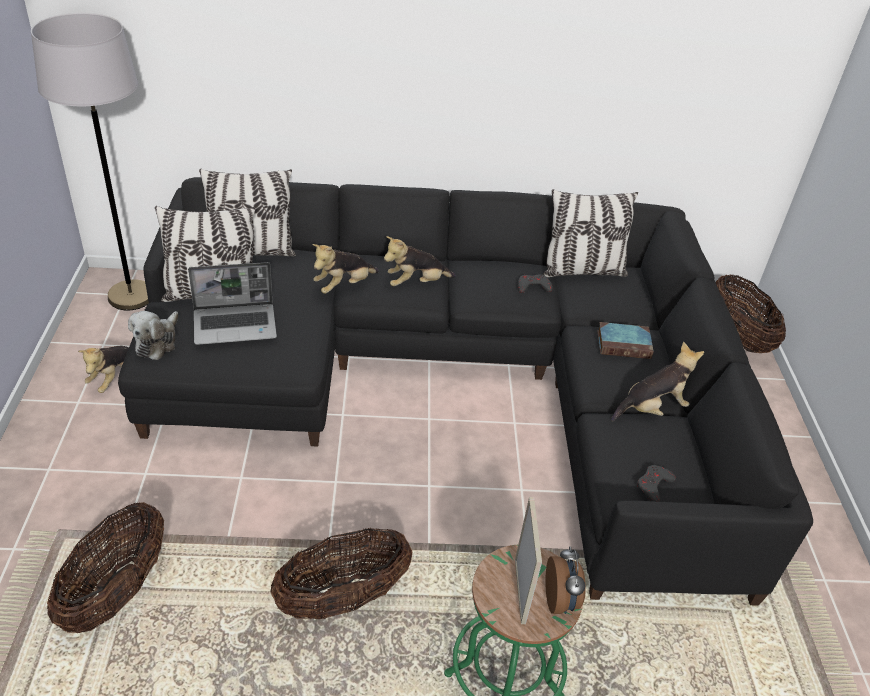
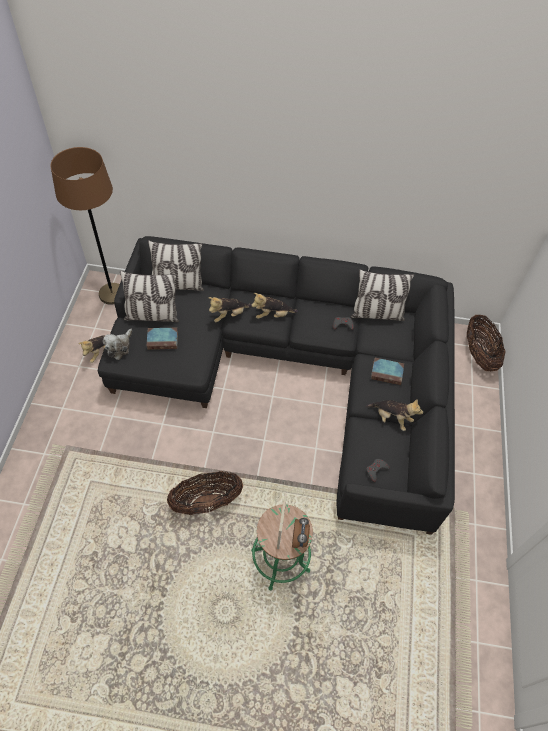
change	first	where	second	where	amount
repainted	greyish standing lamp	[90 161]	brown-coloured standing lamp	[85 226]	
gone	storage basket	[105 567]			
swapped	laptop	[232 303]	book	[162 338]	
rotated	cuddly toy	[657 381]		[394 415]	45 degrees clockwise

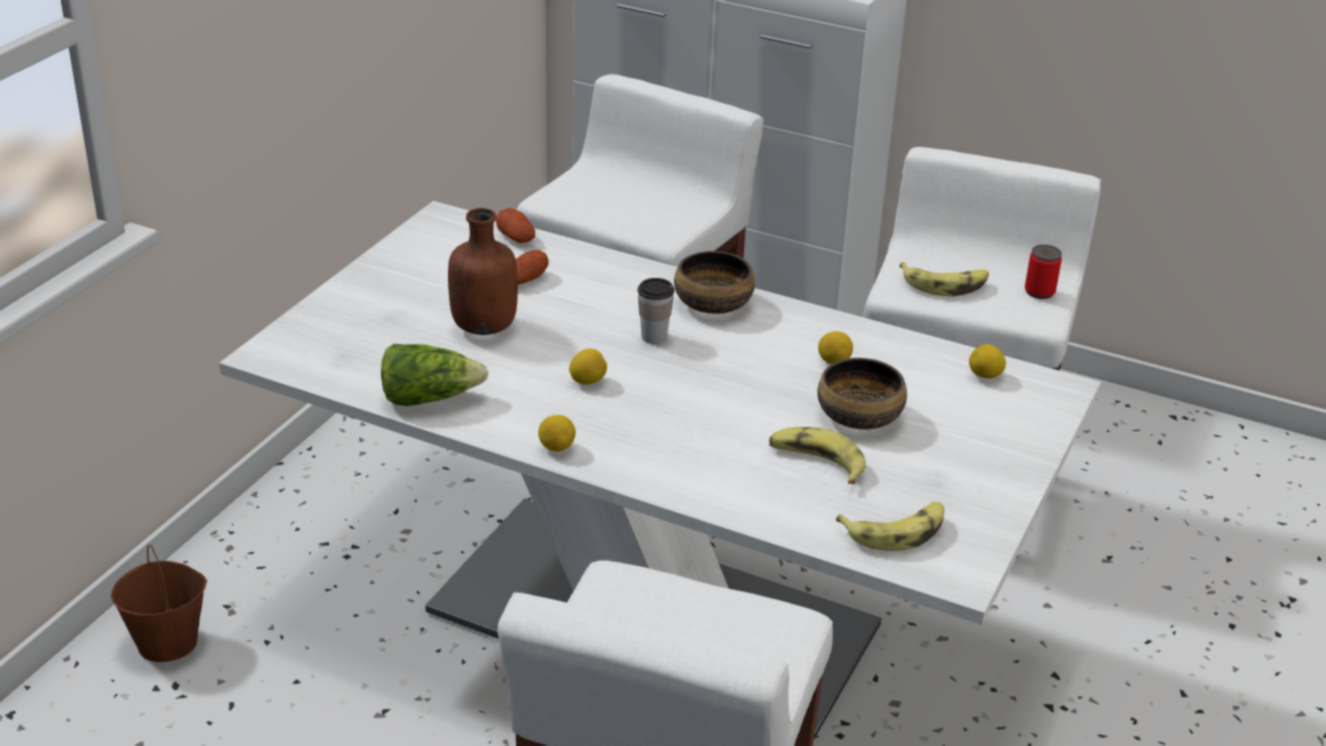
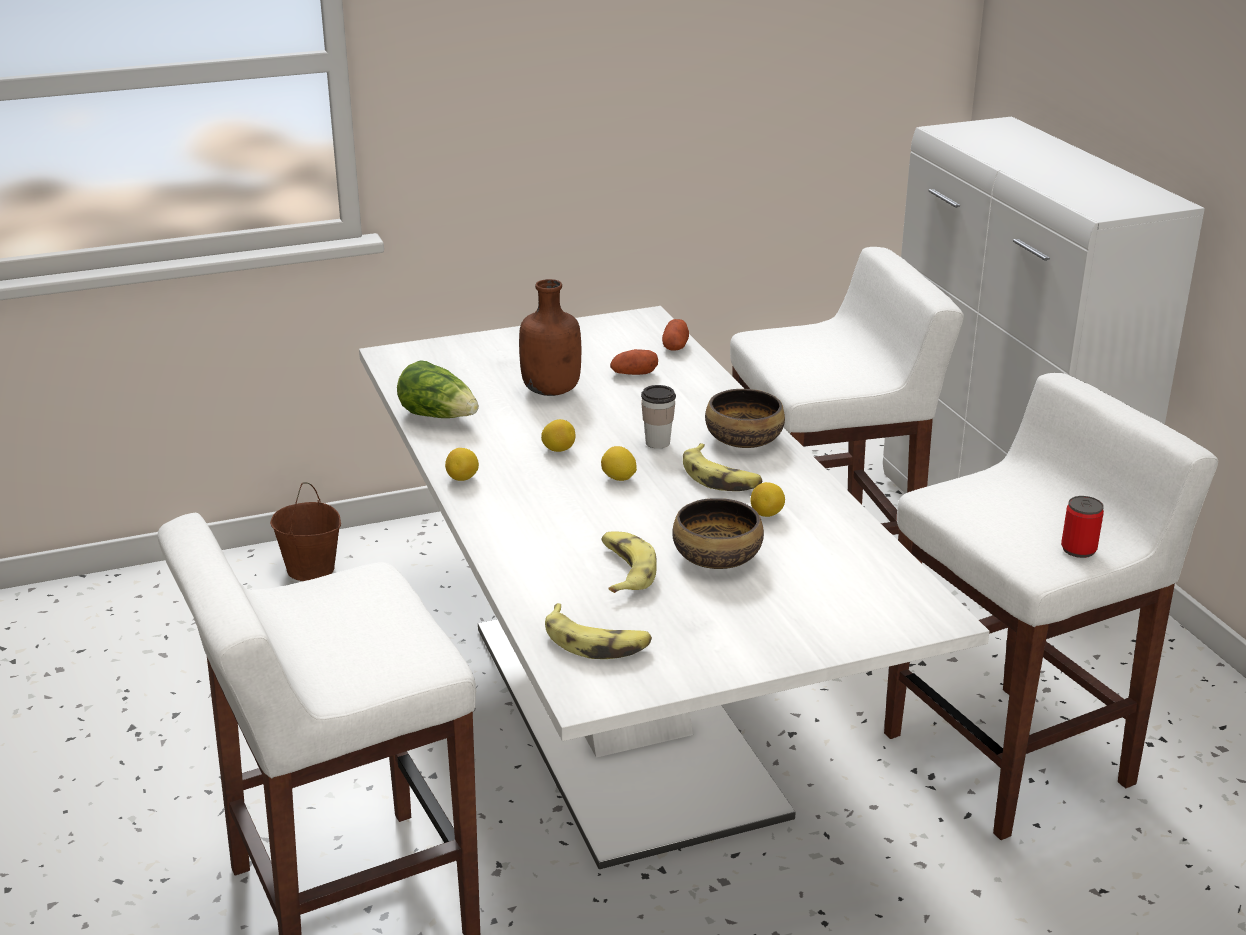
change	first	where	second	where	amount
shifted	whole banana	[944 279]		[722 467]	
shifted	whole lemon	[987 361]		[619 463]	

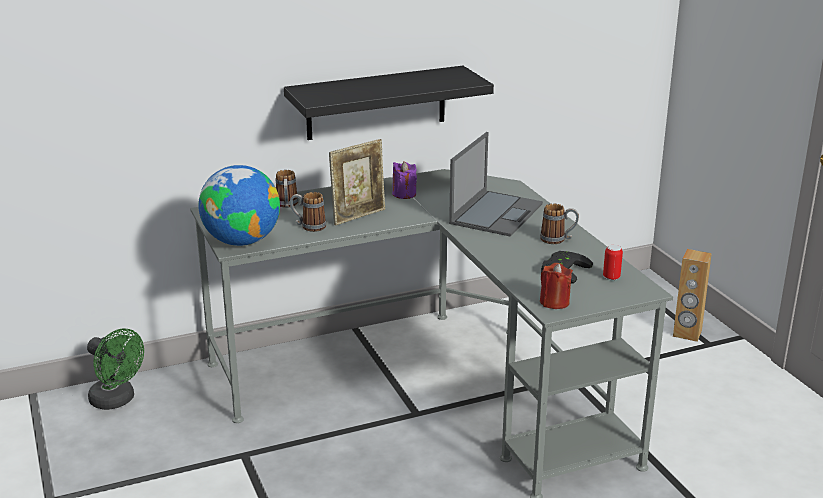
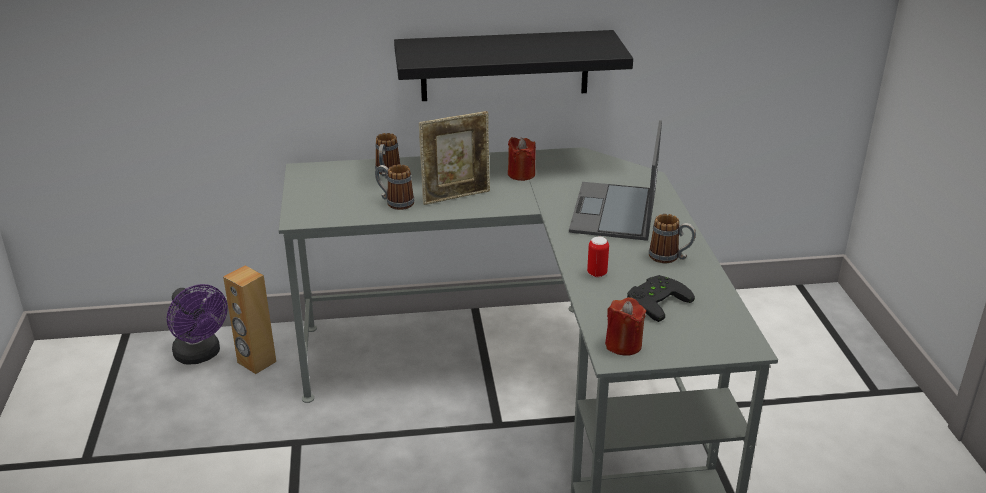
change	first	where	second	where	amount
repainted	green-coloured fan	[115 369]	purple-coloured fan	[197 324]	
gone	desk globe	[239 205]			
repainted	purple-coloured wax candle	[404 180]	red wax candle	[522 159]	
rotated	laptop	[496 184]		[615 180]	150 degrees clockwise
shifted	can	[613 262]		[598 257]	
shifted	brown-coloured audio speaker	[692 295]		[249 319]	

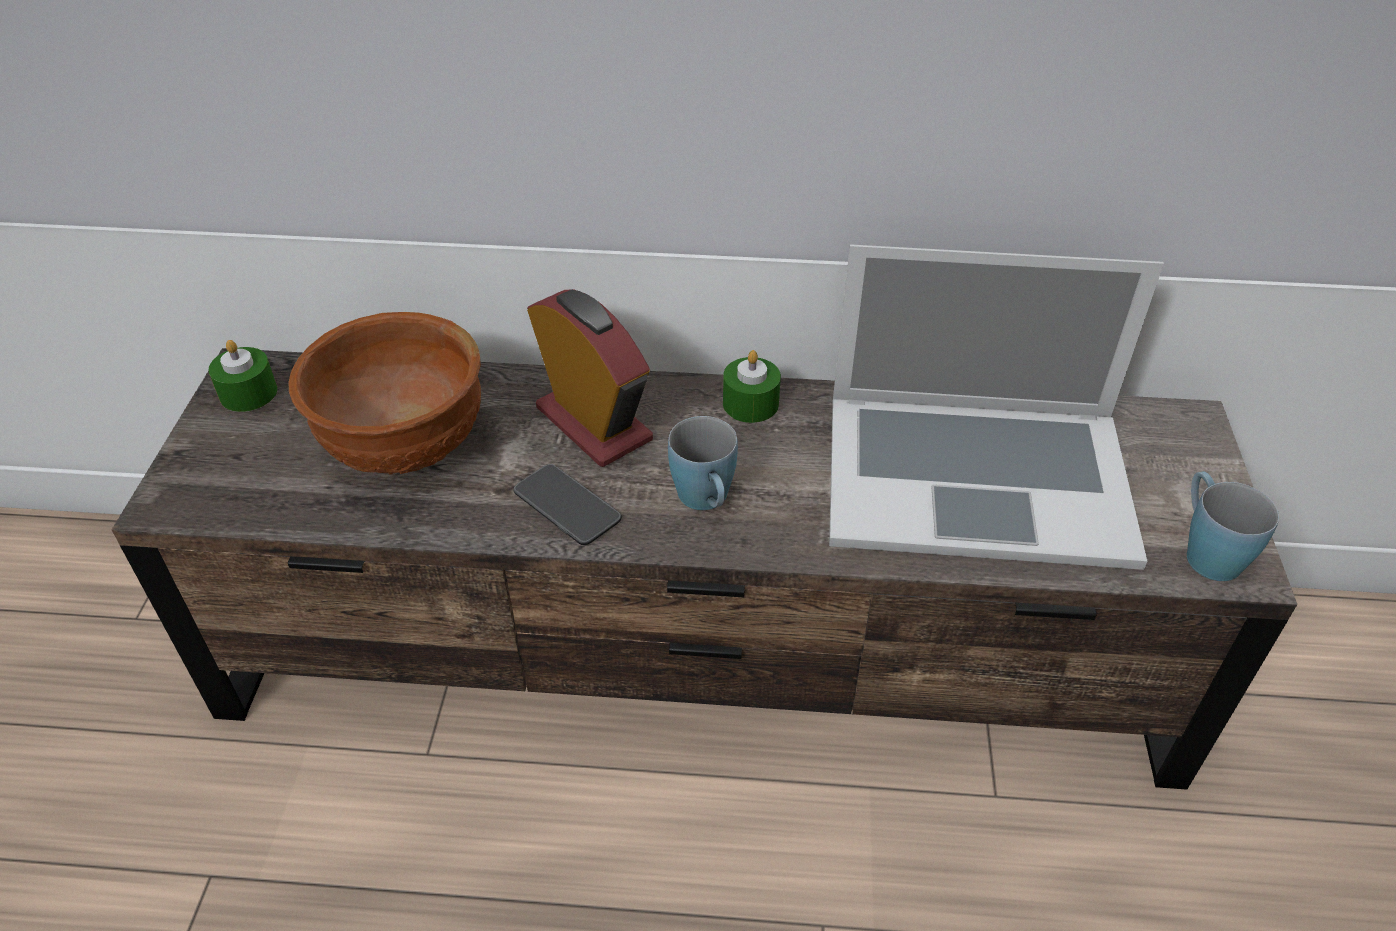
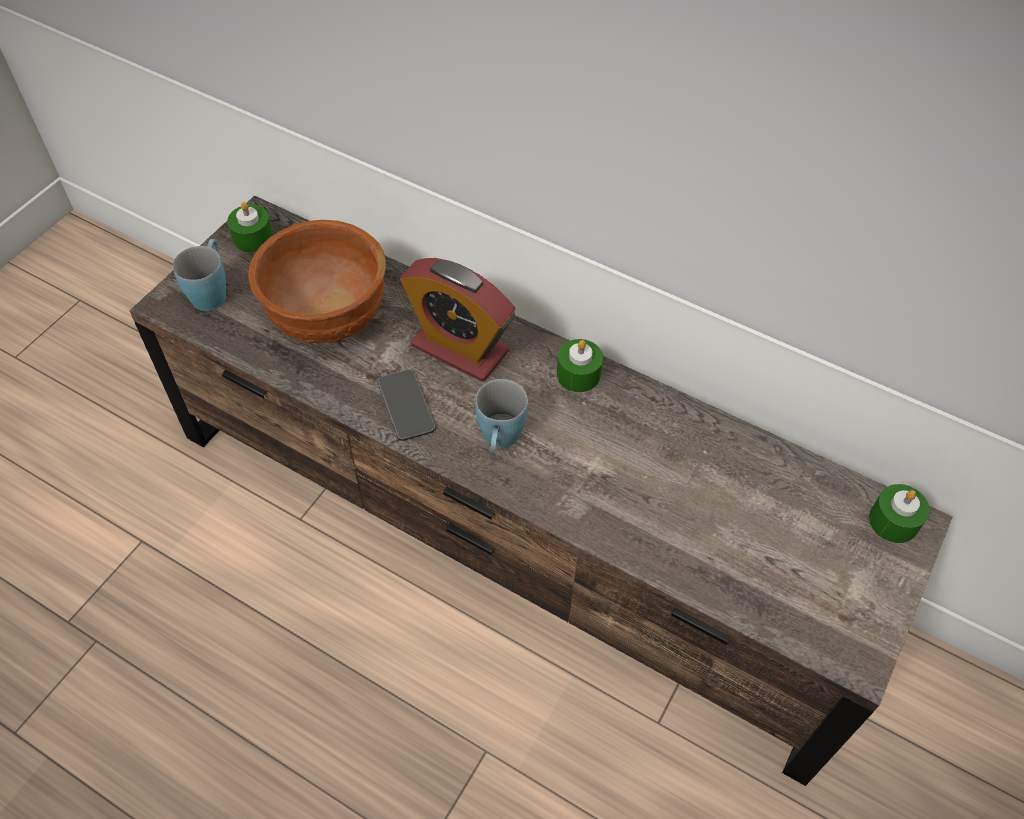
change	first	where	second	where	amount
rotated	bedside clock	[590 378]		[457 320]	135 degrees clockwise
gone	laptop	[996 407]			
shifted	blue-coloured mug	[1233 526]		[199 275]	
new			green-coloured wax candle	[899 513]	

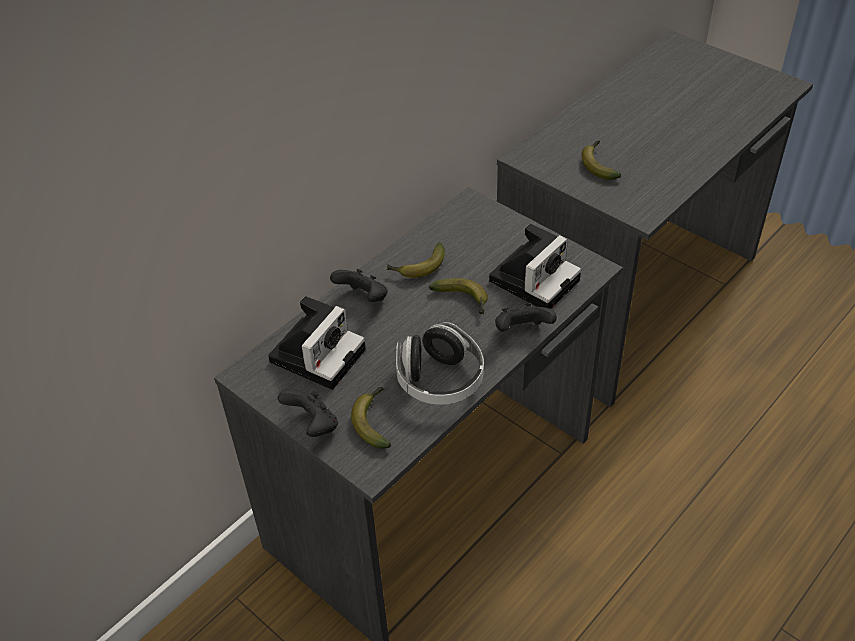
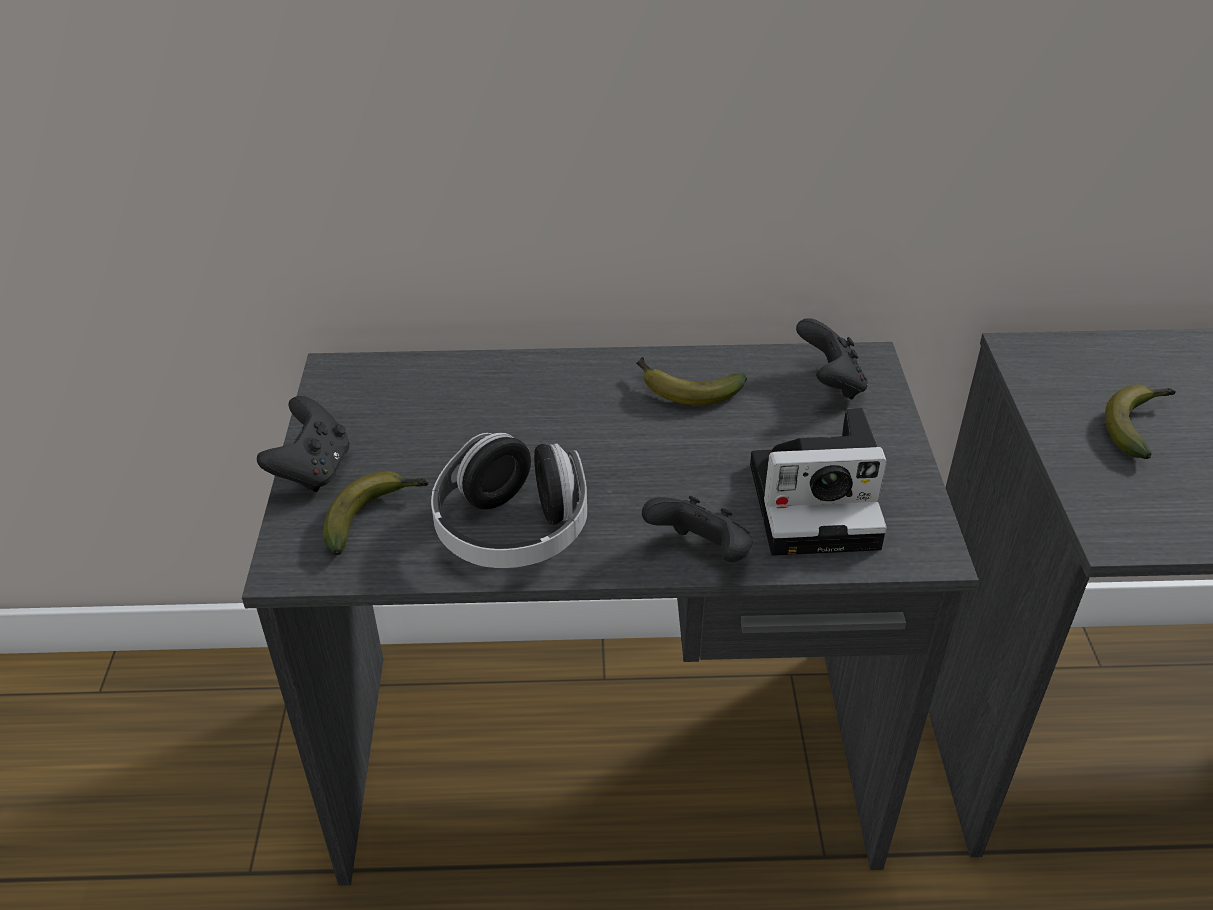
change	first	where	second	where	amount
gone	photo camera	[317 343]			
shifted	black gamepad	[359 285]		[832 358]	
gone	whole banana	[458 296]			

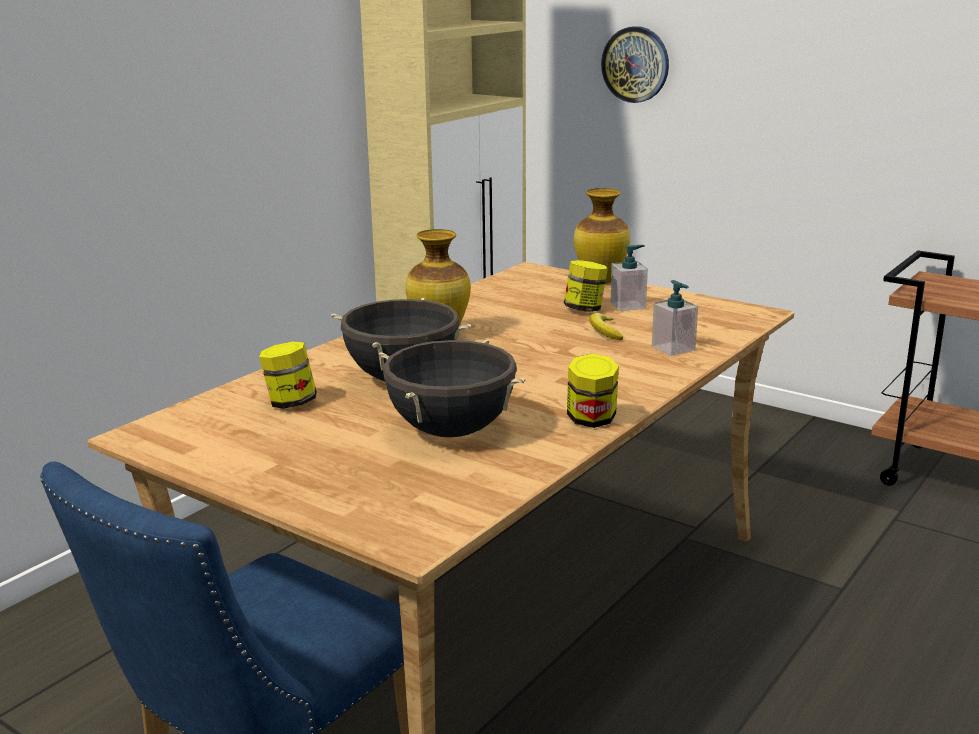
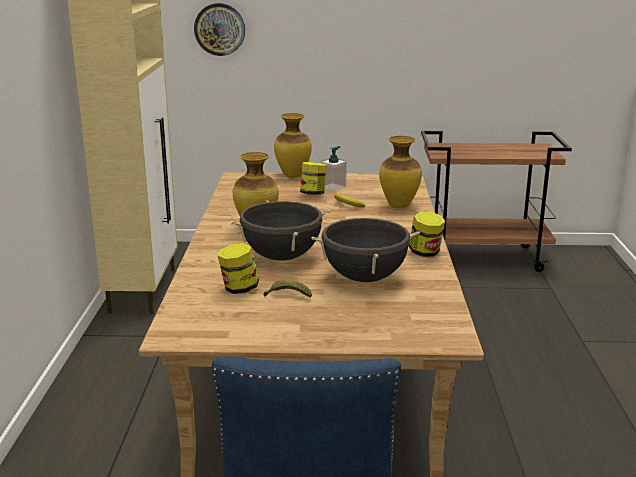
change	first	where	second	where	amount
swapped	soap bottle	[675 318]	vase	[400 172]	
new			whole banana	[287 289]	

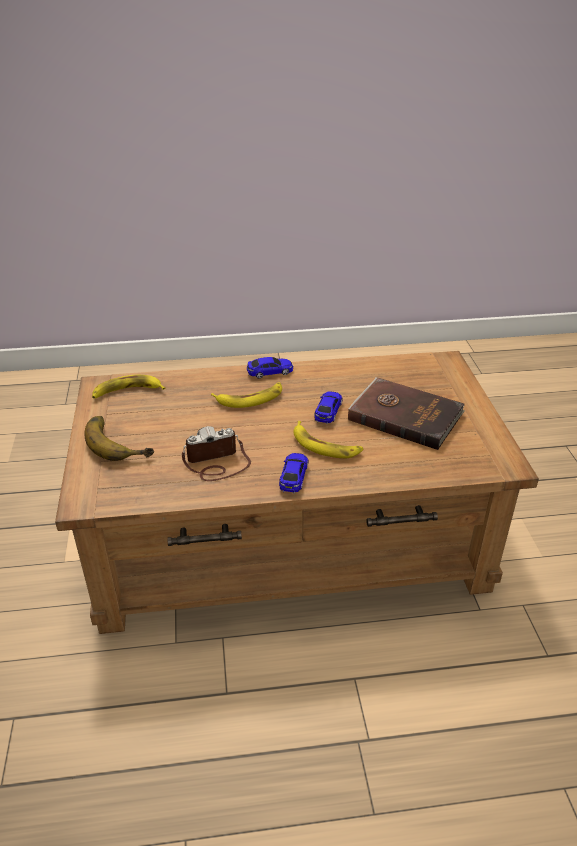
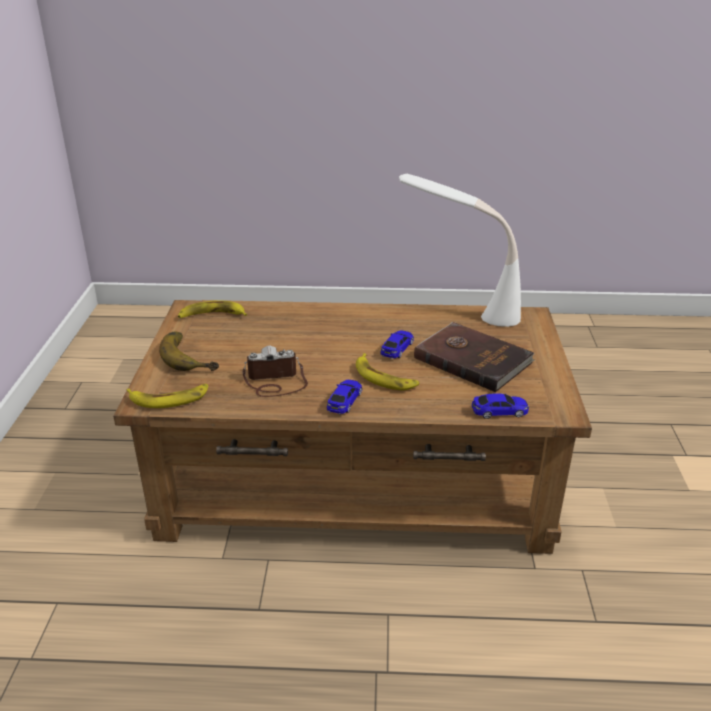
change	first	where	second	where	amount
shifted	whole banana	[246 395]		[167 396]	
shifted	model car	[270 368]		[500 406]	
new			white-coloured lamp for a table	[460 250]	

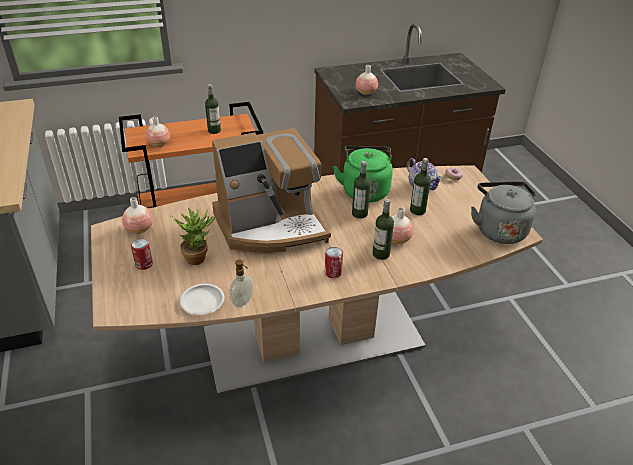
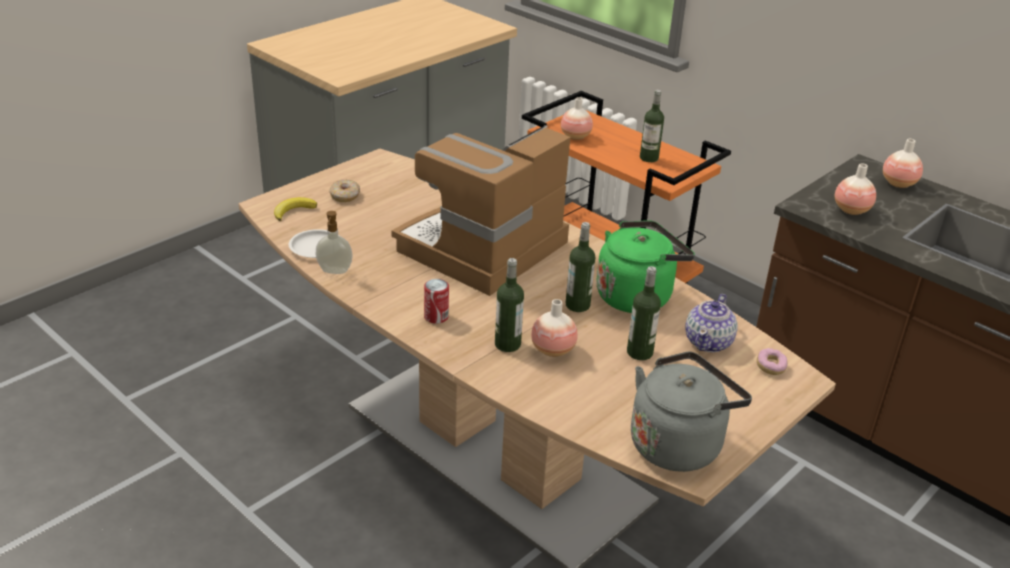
change	first	where	second	where	amount
shifted	vase	[137 215]		[903 163]	
swapped	can	[142 254]	doughnut	[344 191]	
gone	houseplant	[192 236]			
rotated	coffee brewer	[271 190]		[481 210]	90 degrees clockwise
new			whole banana	[295 209]	

